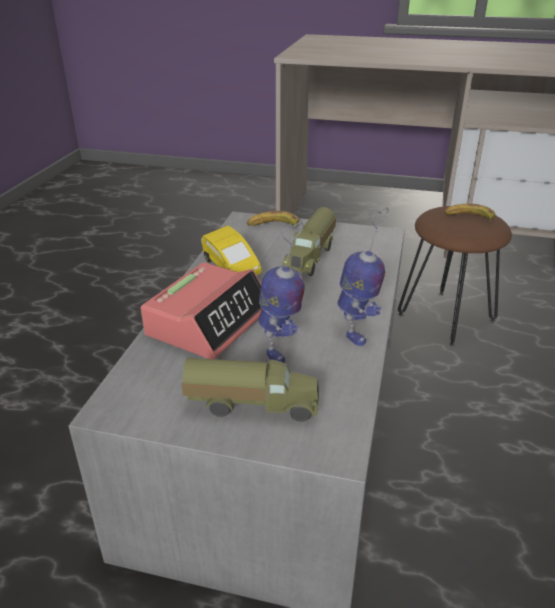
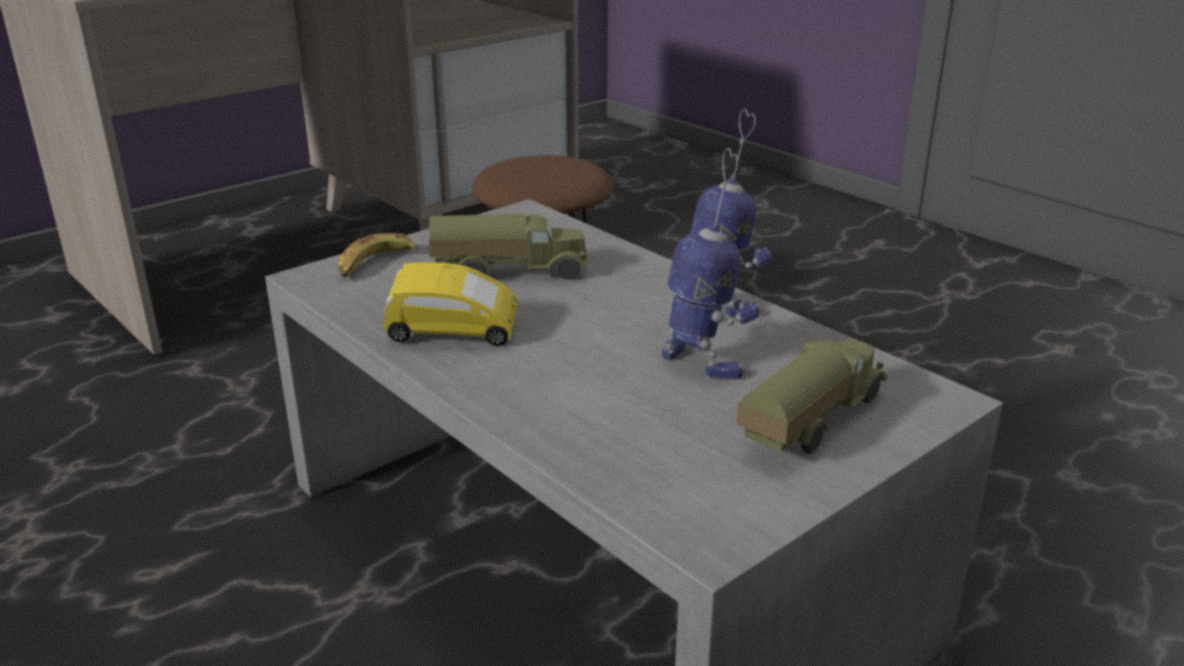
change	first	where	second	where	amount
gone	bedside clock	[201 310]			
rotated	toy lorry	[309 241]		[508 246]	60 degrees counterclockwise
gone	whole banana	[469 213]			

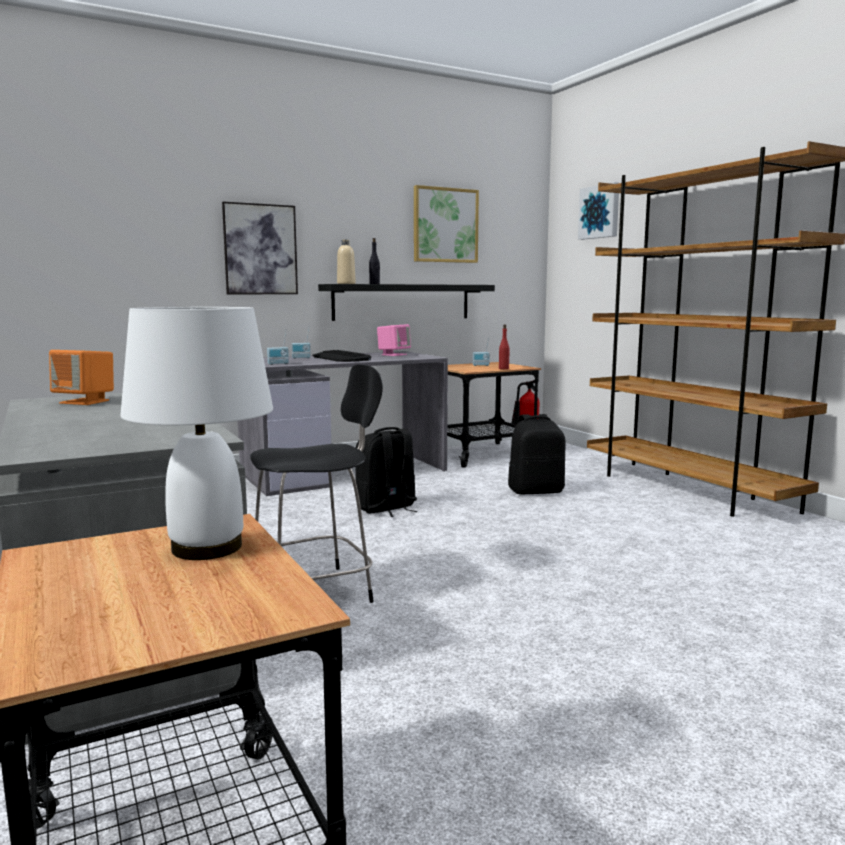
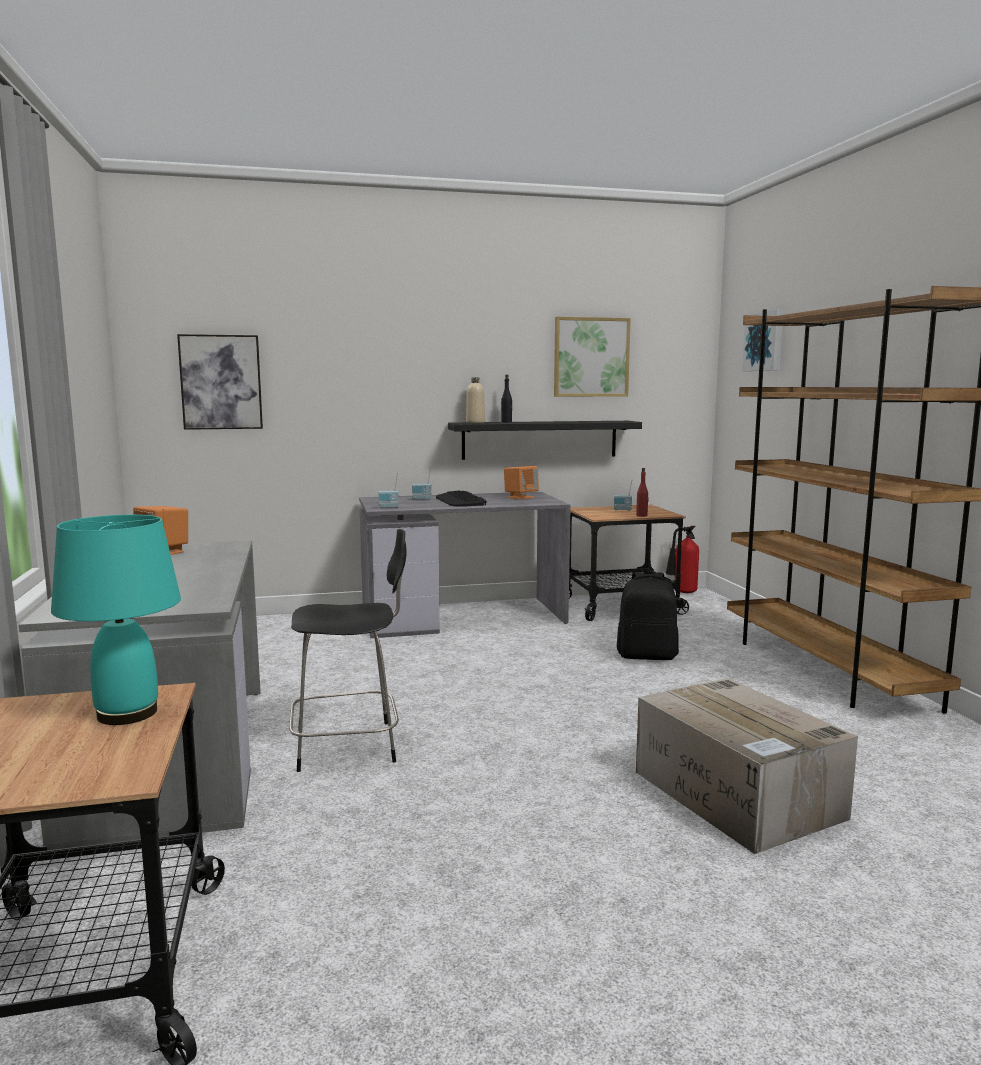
change	first	where	second	where	amount
repainted	white-coloured lamp for a table	[196 433]	turquoise-coloured lamp for a table	[116 620]	
shifted	picture	[260 248]		[220 382]	
gone	black knapsack	[386 472]			
repainted	pink-coloured audio speaker	[394 340]	orangey audio speaker	[521 482]	
new			cardboard box	[747 766]	

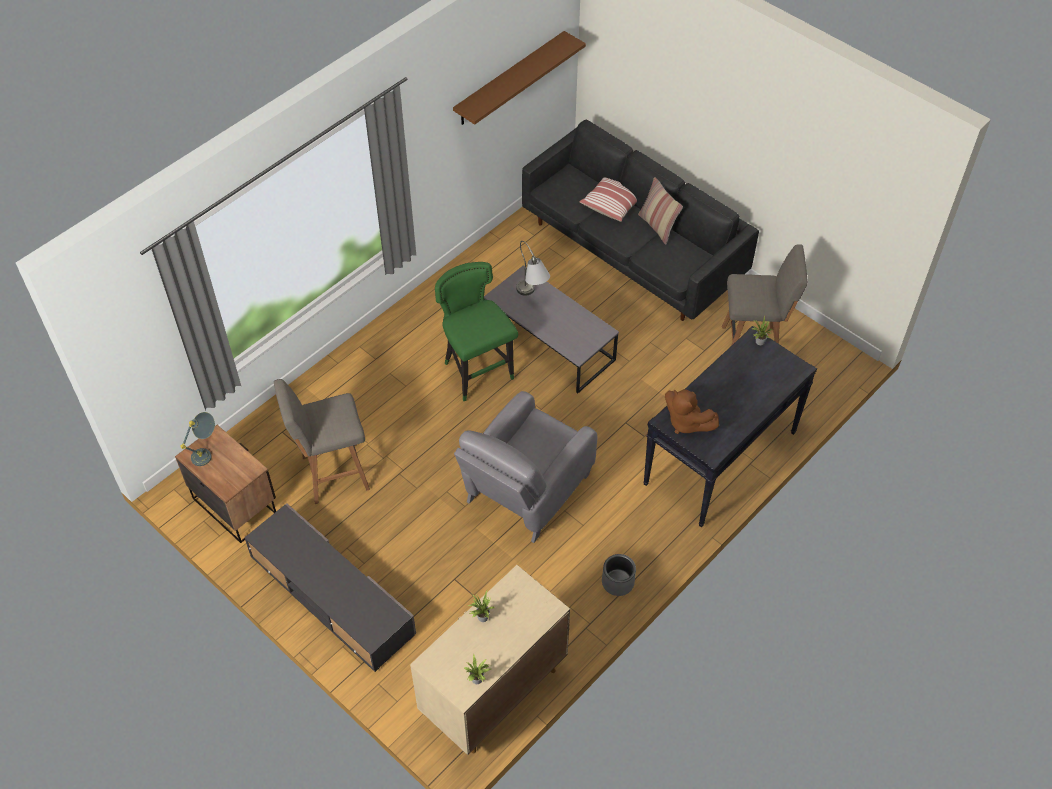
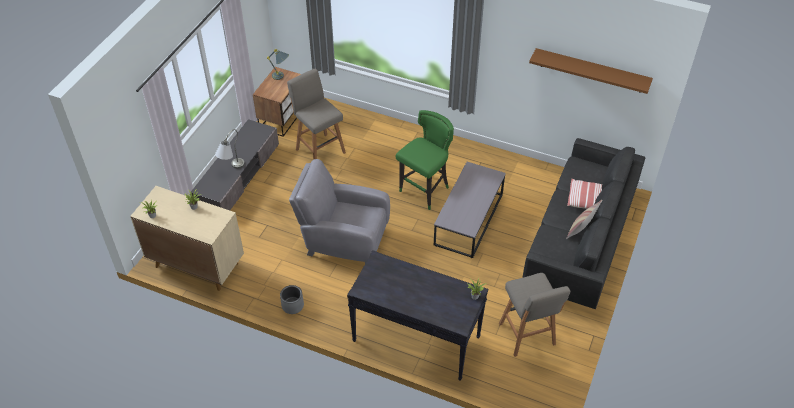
change	first	where	second	where	amount
shifted	greyish lamp for a table	[533 268]		[230 149]	
gone	brown-coloured cuddly toy	[692 411]			

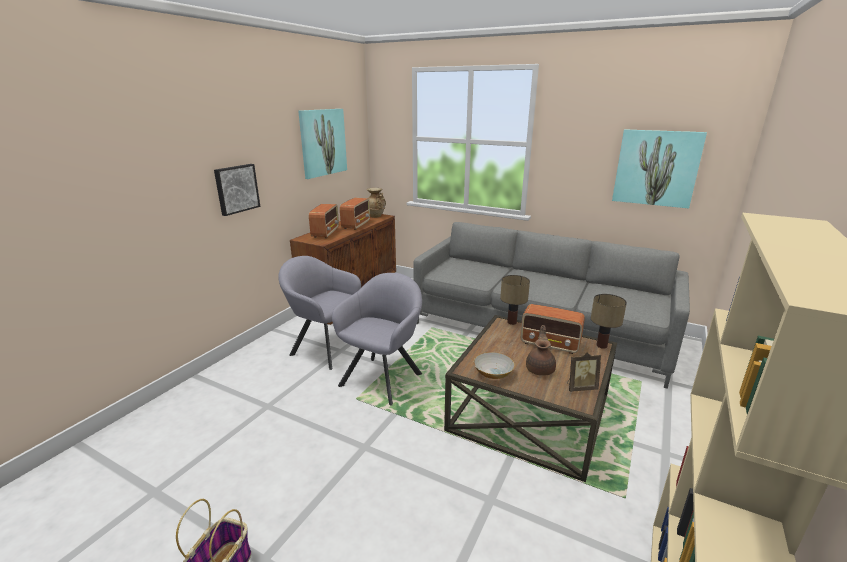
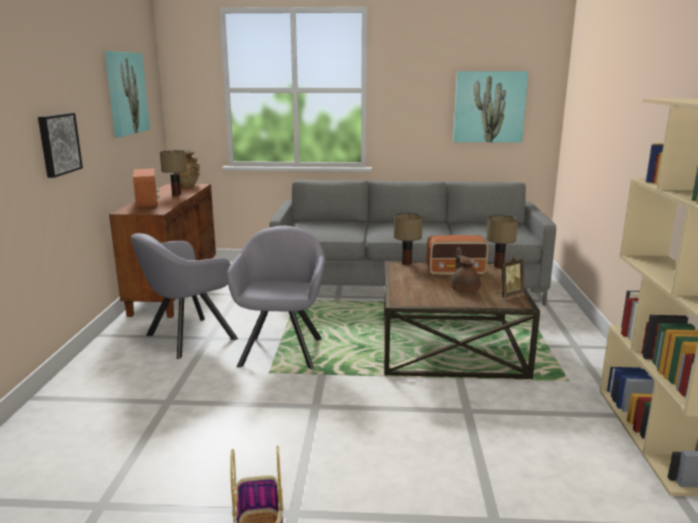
change	first	where	second	where	amount
rotated	greyish easy chair	[319 313]		[184 296]	45 degrees counterclockwise
swapped	radio receiver	[355 214]	lamp for a table	[173 173]	
gone	serving bowl	[494 365]			

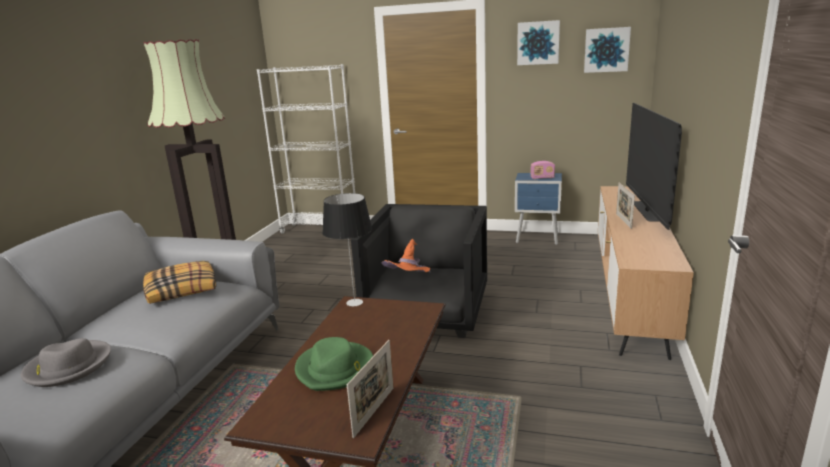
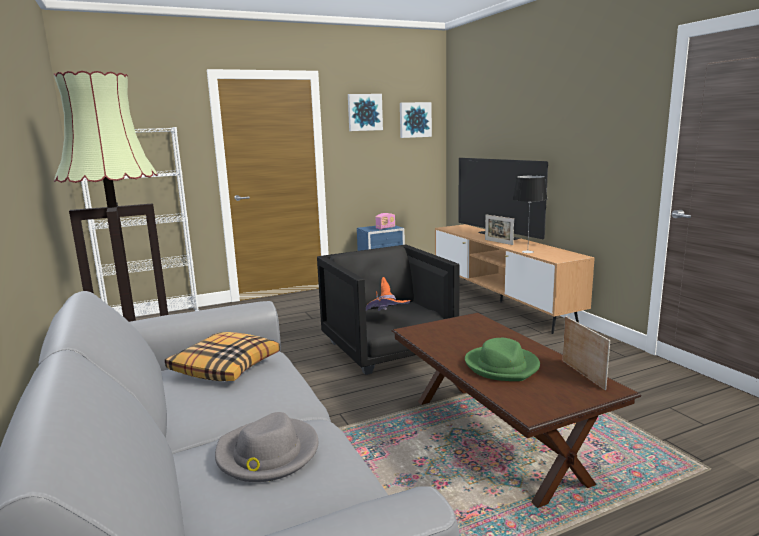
change	first	where	second	where	amount
shifted	lamp for a table	[347 249]		[530 214]	

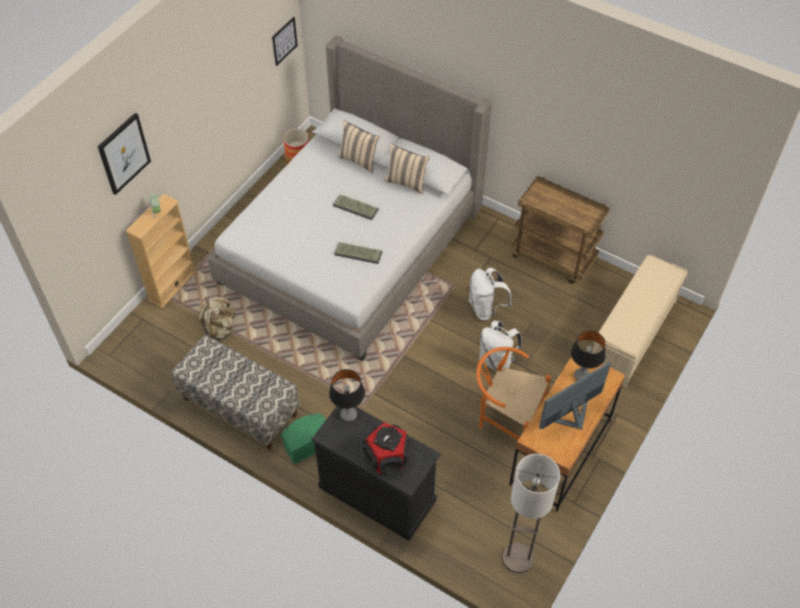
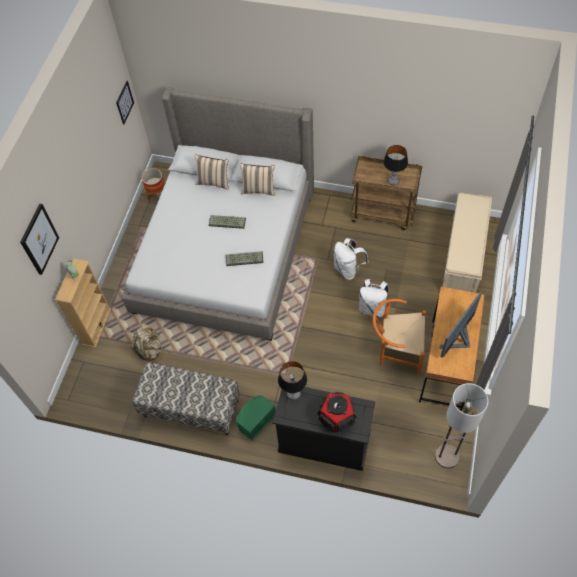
change	first	where	second	where	amount
shifted	lamp for a table	[588 356]		[395 165]	

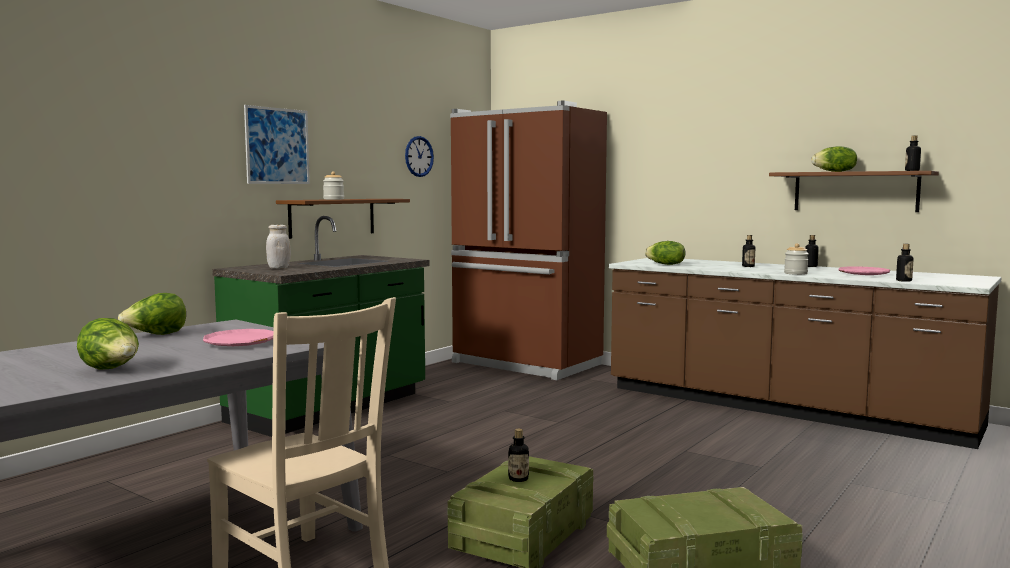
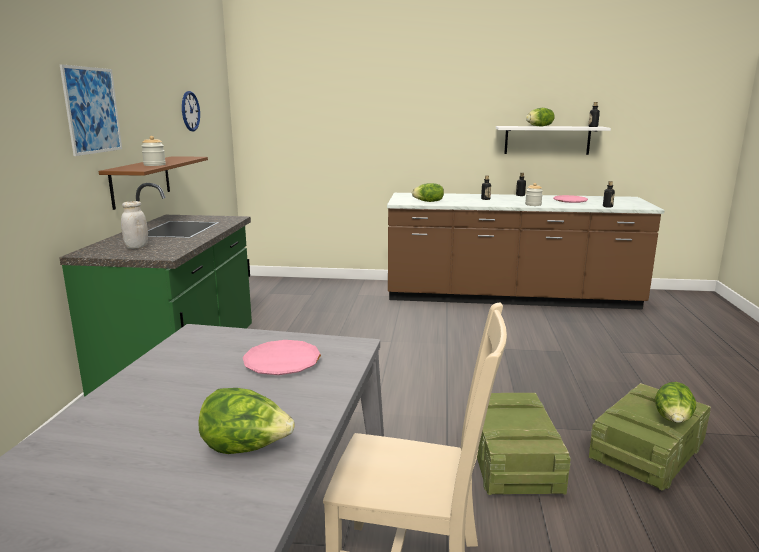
change	first	where	second	where	amount
shifted	lettuce	[152 314]		[675 402]	
gone	brown-coloured fridge	[528 240]			
gone	beverage bottle	[518 455]			
repainted	brown-coloured bracket shelf	[854 191]	white-coloured bracket shelf	[553 140]	

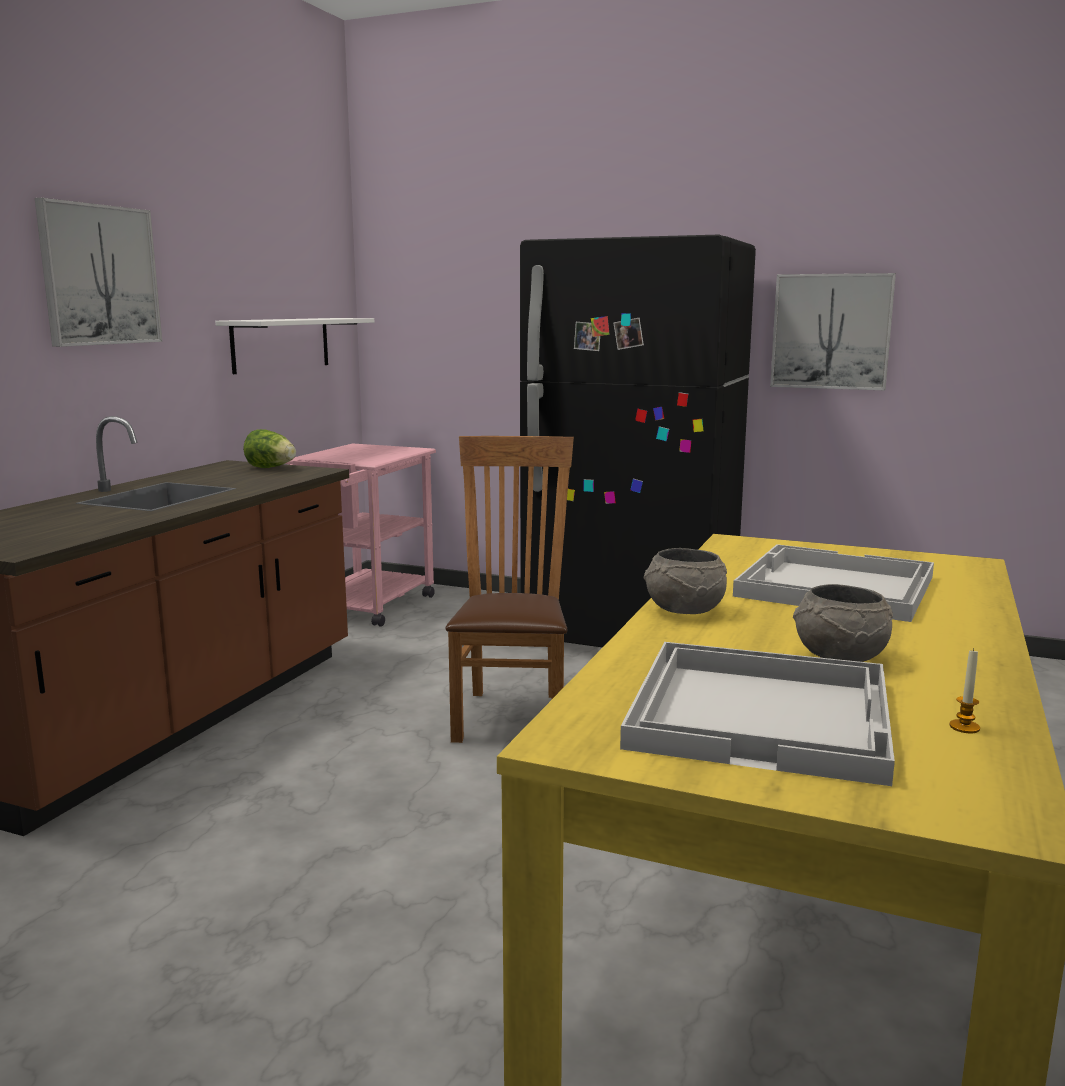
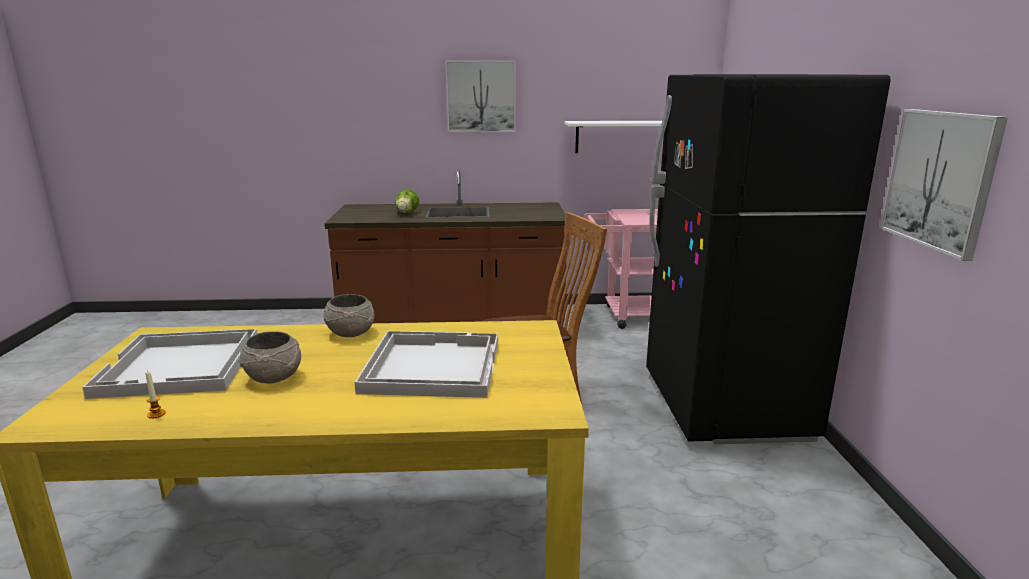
change	first	where	second	where	amount
shifted	lettuce	[269 448]		[407 201]	

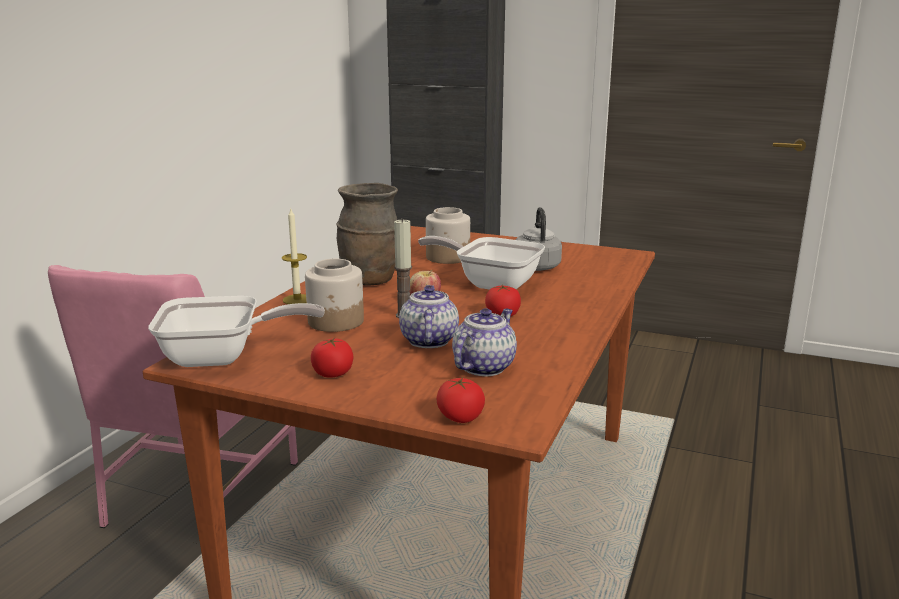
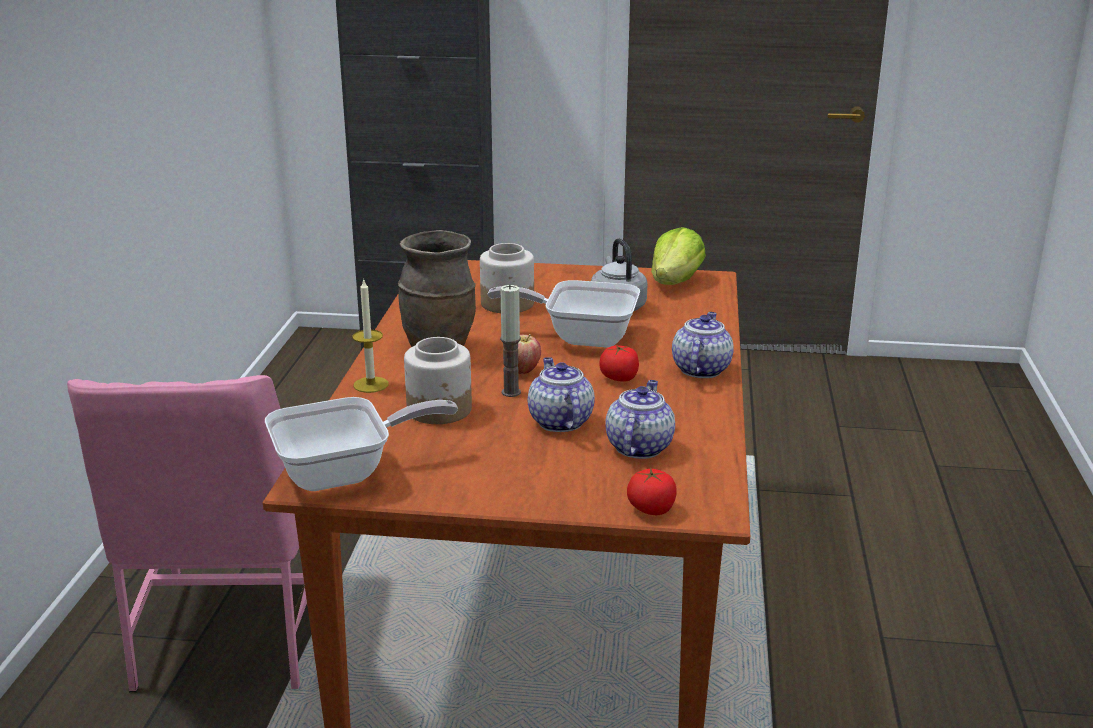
change	first	where	second	where	amount
gone	fresh tomato	[332 357]			
new			lettuce	[678 256]	
new			pot for tea	[703 345]	

